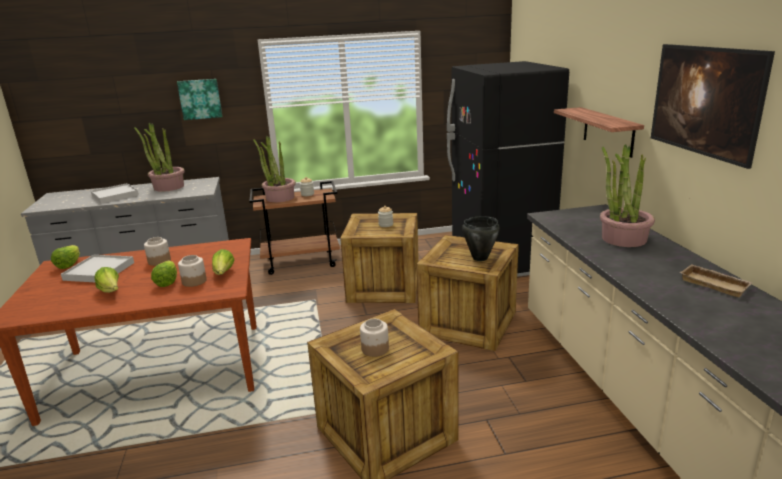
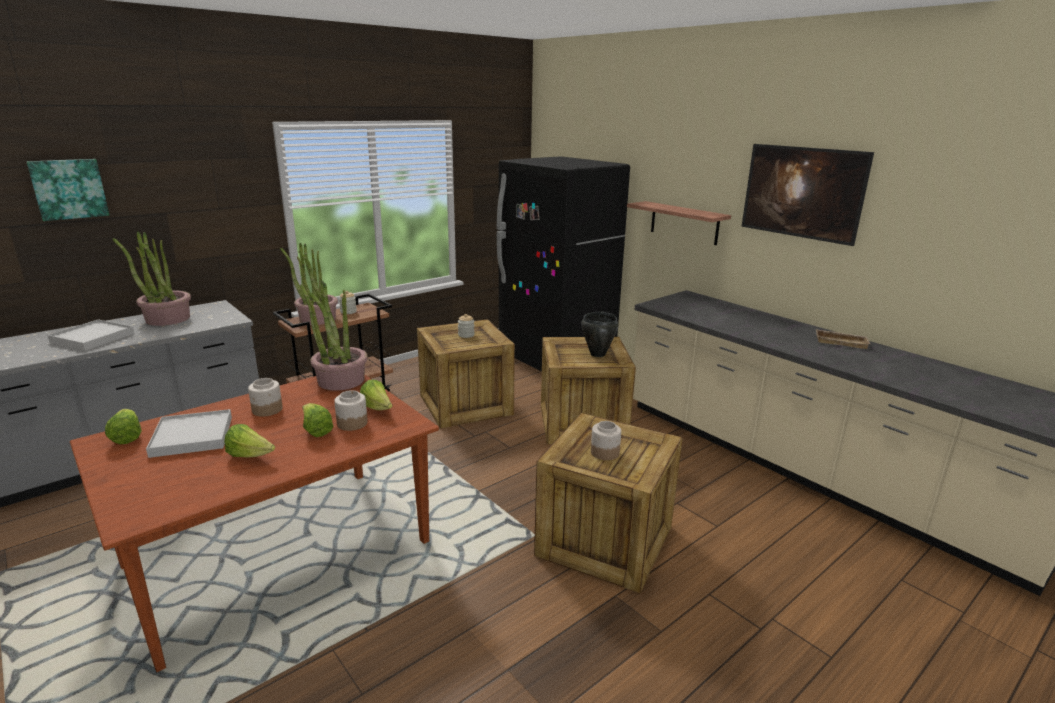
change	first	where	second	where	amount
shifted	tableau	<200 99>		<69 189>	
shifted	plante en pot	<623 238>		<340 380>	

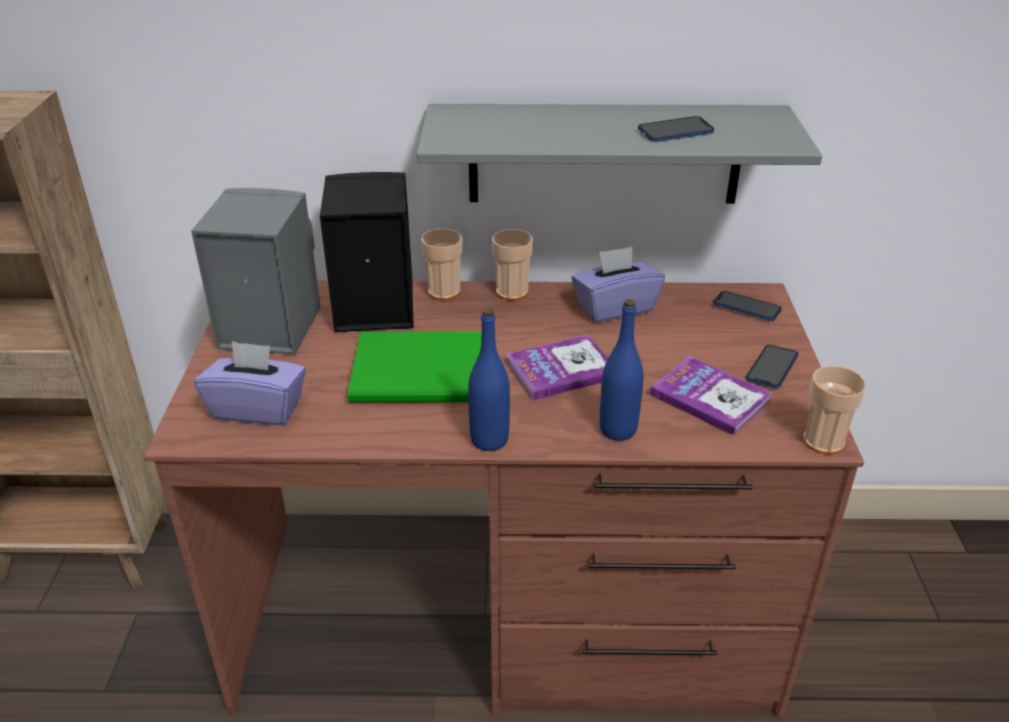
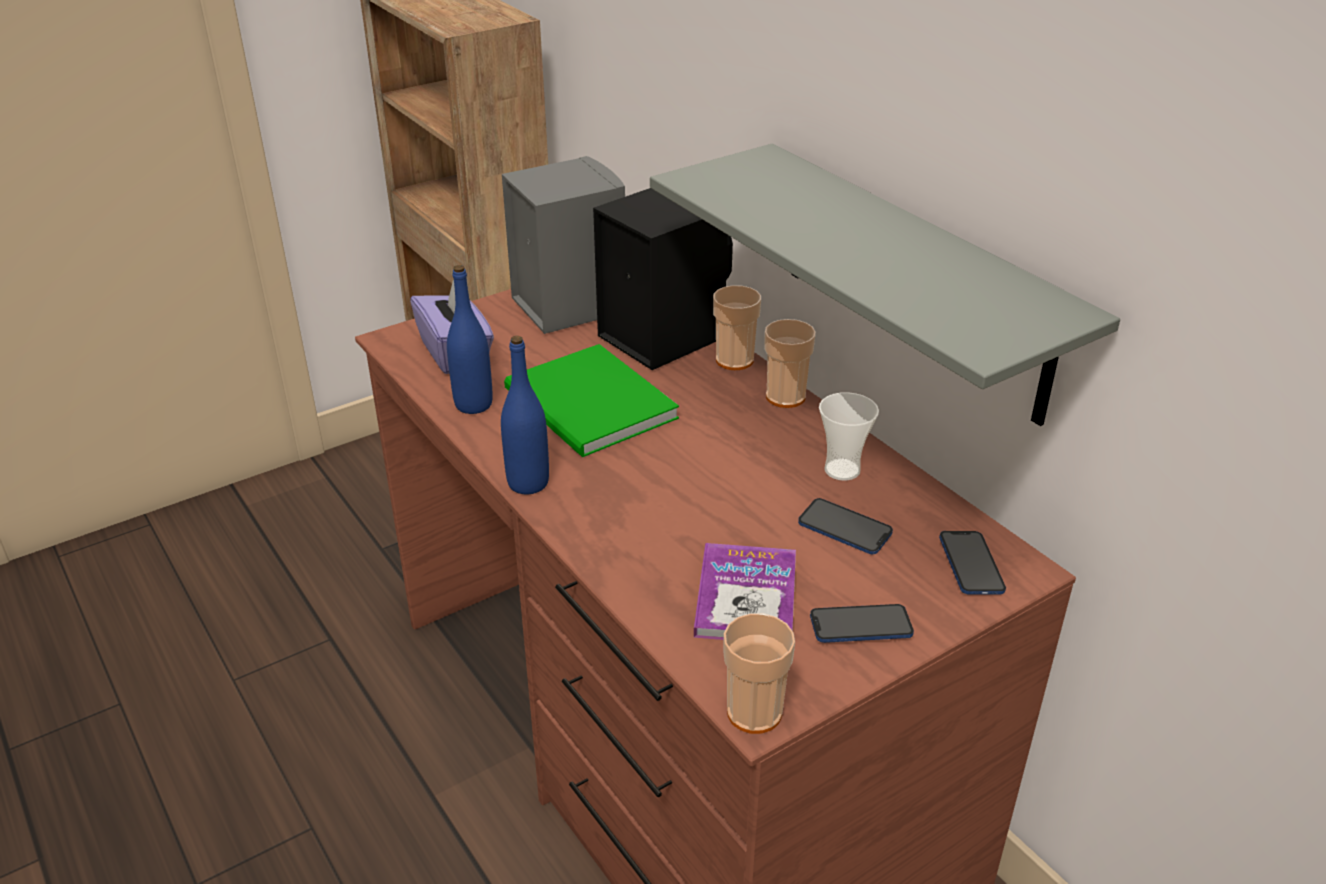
change	first	where	second	where	amount
gone	livre	<561 370>			
swapped	boîte à mouchoirs [violet]	<614 307>	tasse	<842 470>	
shifted	bouteille [bleu]	<618 430>		<473 404>	
shifted	téléphone	<675 131>		<844 528>	

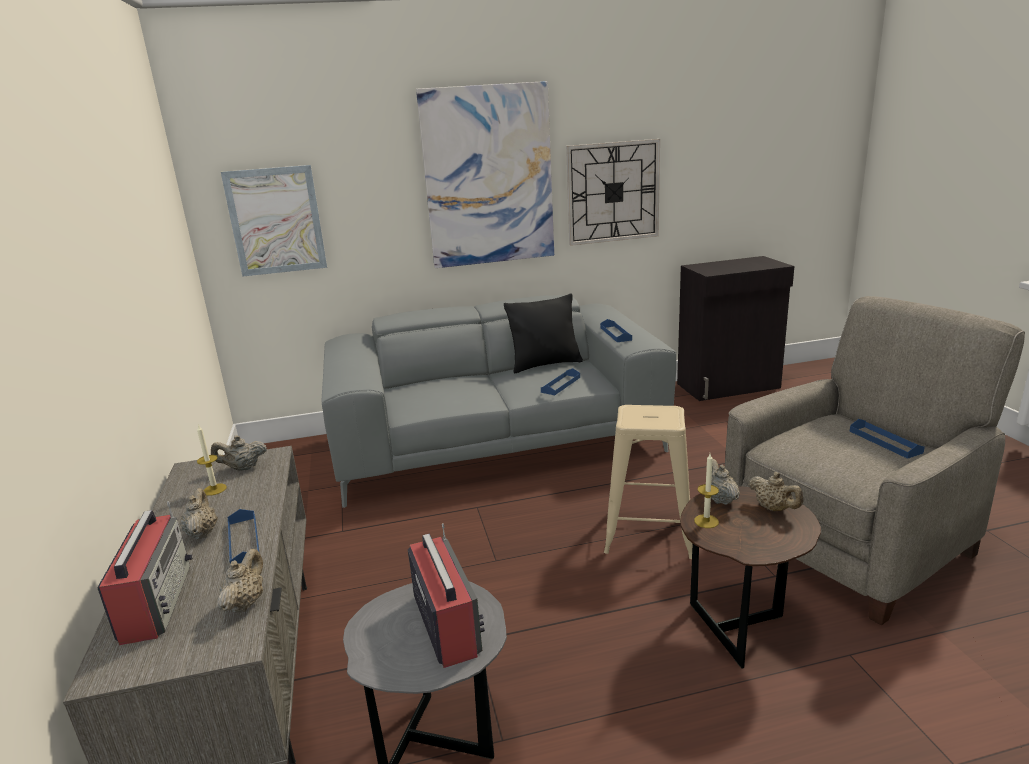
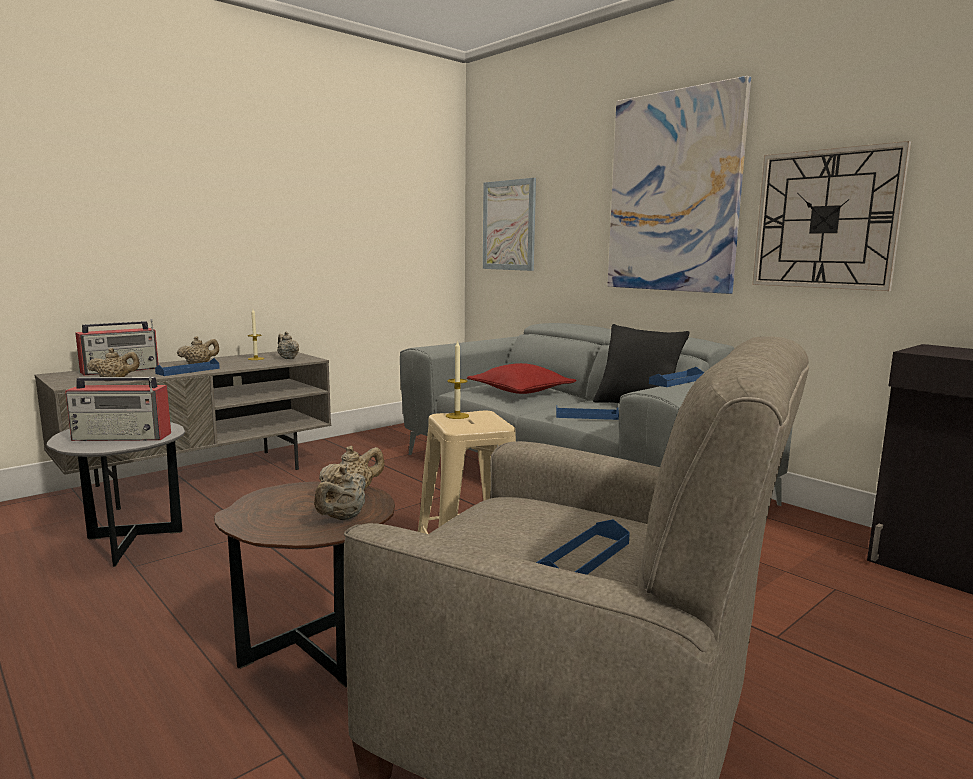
change	first	where	second	where	amount
rotated	radio	<446 623>		<123 437>	45 degrees clockwise
shifted	bougie	<706 521>		<457 416>	
new			coussin [rouge]	<521 391>	

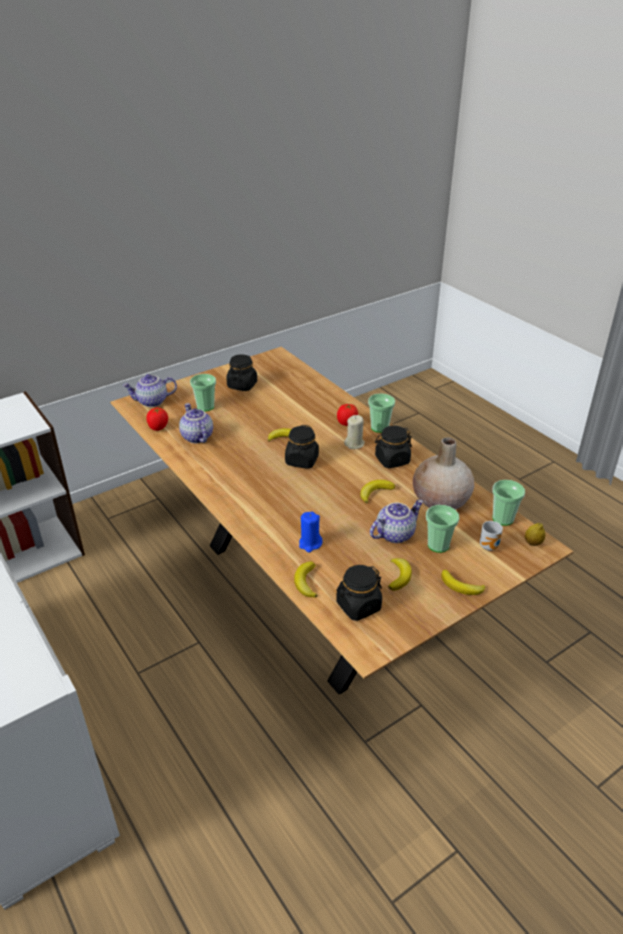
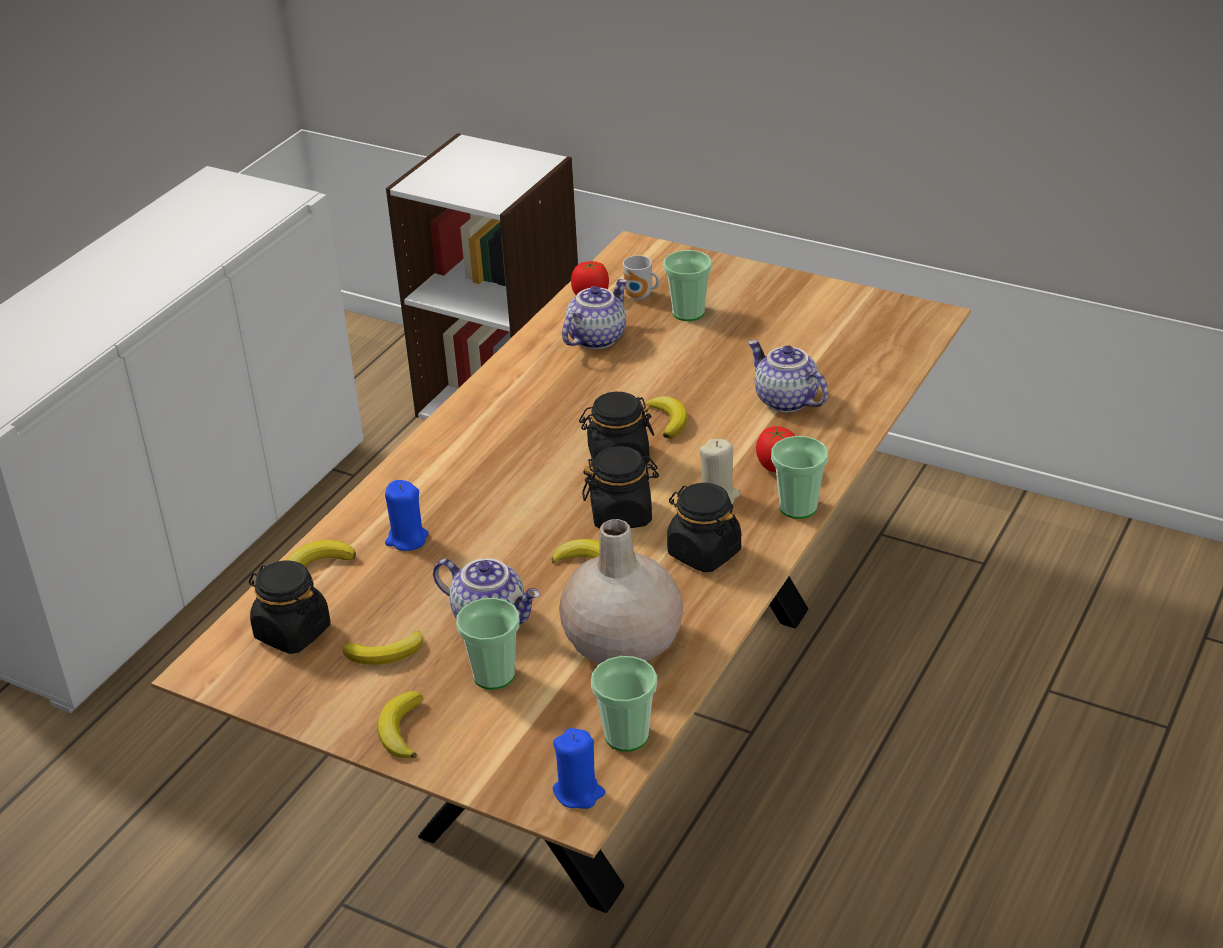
change	first	where	second	where	amount
shifted	théière	<152 402>		<784 401>	
shifted	bocal [noir]	<242 385>		<621 514>	
shifted	mug	<490 547>		<640 297>	
swapped	citron	<533 543>	bougie [bleu]	<578 792>	

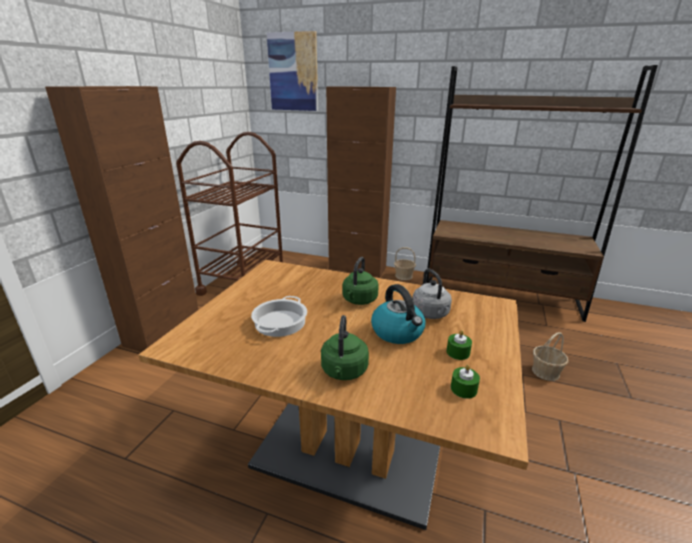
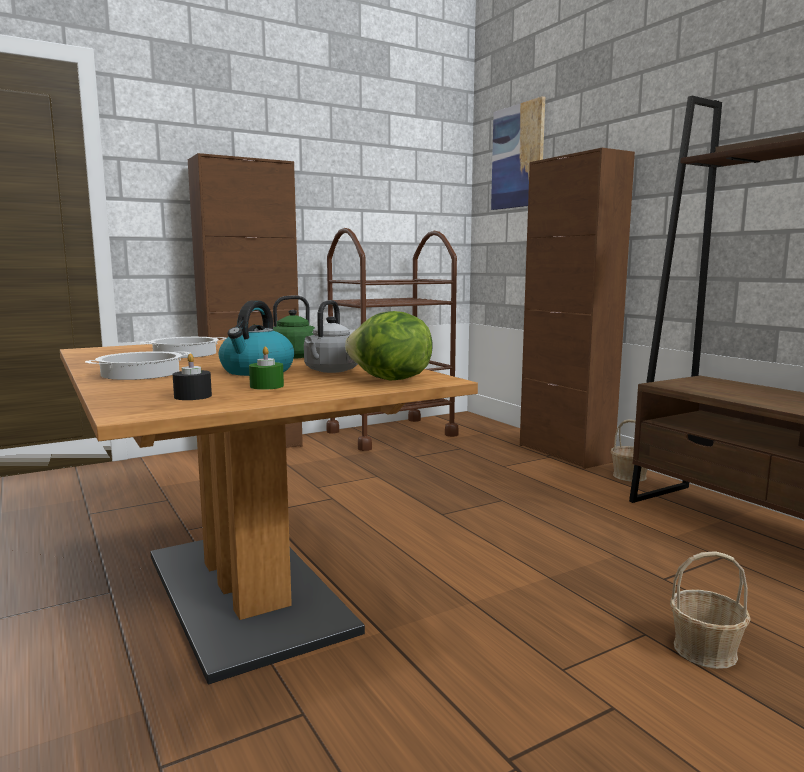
change	first	where	second	where	amount
swapped	bouilloire [vert]	<344 371>	marmite	<140 374>	
repainted	bougie [vert]	<463 389>	bougie [noir]	<193 396>	
new			laitue	<390 380>	

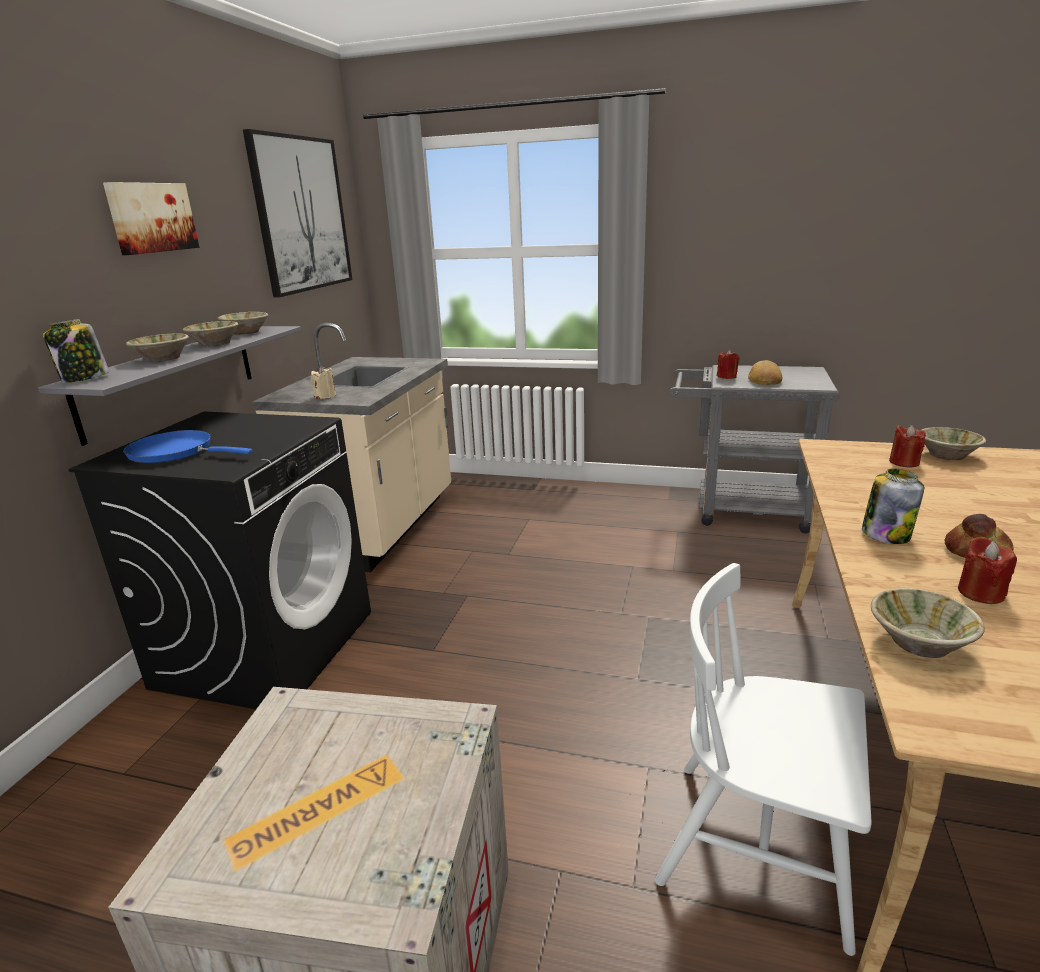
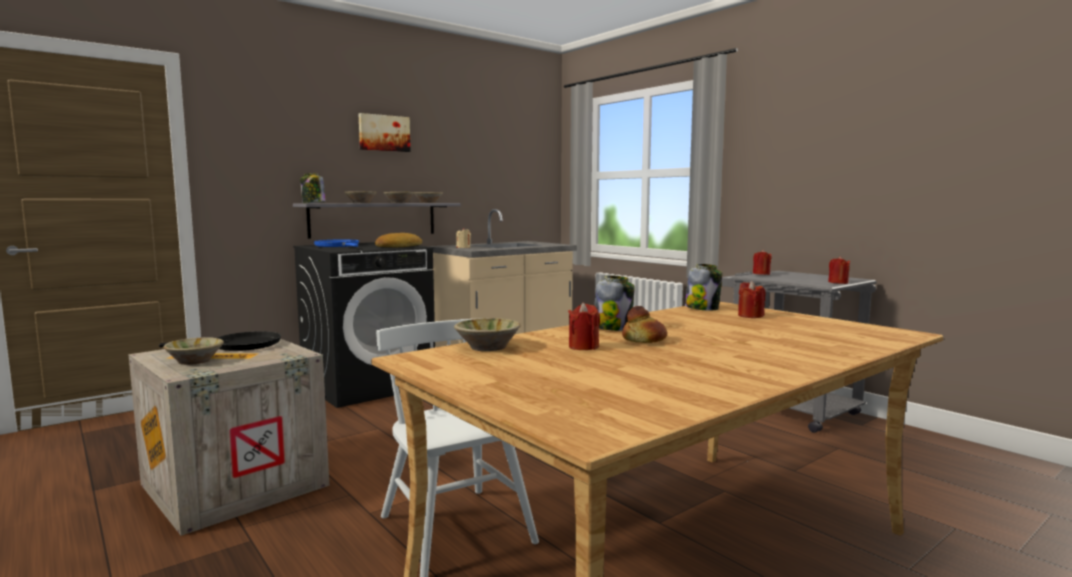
change	first	where	second	where	amount
gone	tableau	<301 214>			
shifted	pain	<764 379>		<398 246>	
shifted	bol [beige]	<947 454>		<195 361>	
new			poêle [noir]	<241 345>	
new			bocal	<702 308>	
new			bougie [rouge]	<838 282>	

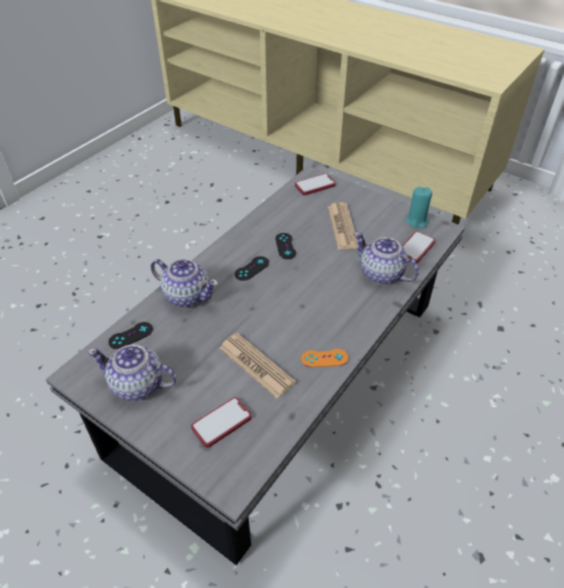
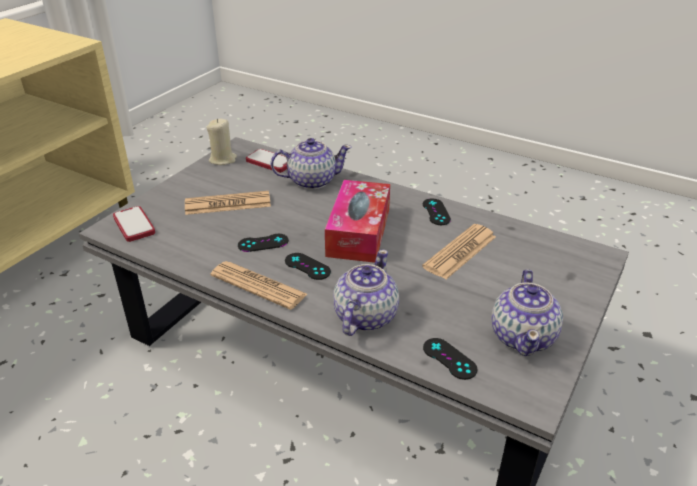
change	first	where	second	where	amount
gone	téléphone	<221 423>			
repainted	manette [orange]	<324 358>	manette [noir]	<436 212>	
rotated	théière	<381 274>		<311 181>	135 degrees counterclockwise
repainted	bougie [turquoise]	<417 221>	bougie [beige]	<223 159>	
new			journal	<258 285>	
new			boîte à mouchoirs	<358 232>	

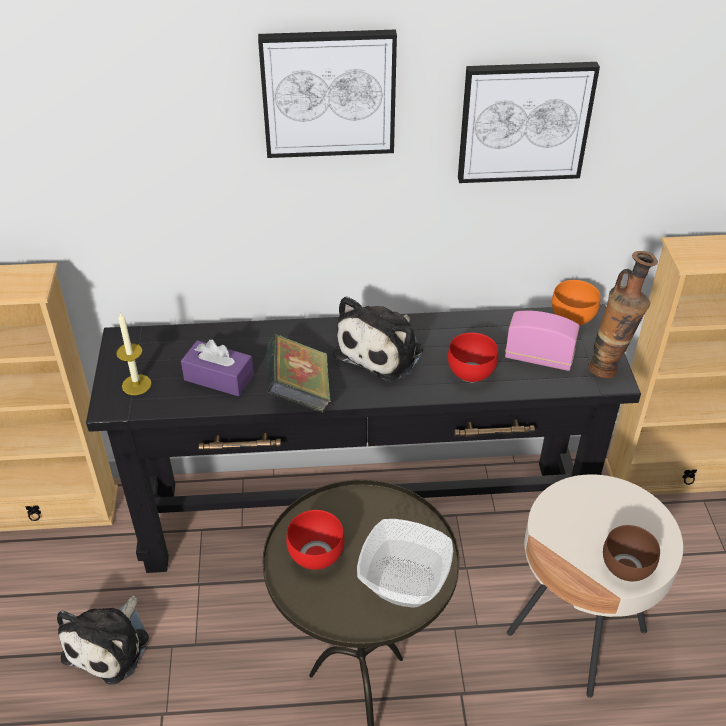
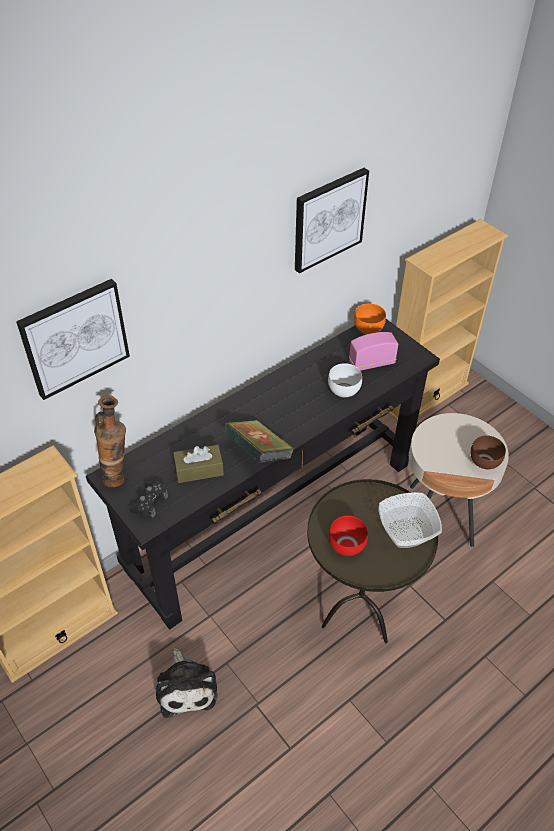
change	first	where	second	where	amount
swapped	bougie	<136 384>	manette [noir]	<149 502>	
repainted	boîte à mouchoirs [violet]	<219 378>	boîte à mouchoirs [marron]	<199 470>	
shifted	tableau	<328 93>		<74 337>	
gone	peluche	<382 350>			
repainted	bol [rouge]	<472 373>	bol [blanc]	<344 390>	
shifted	vase	<609 367>		<118 475>	

